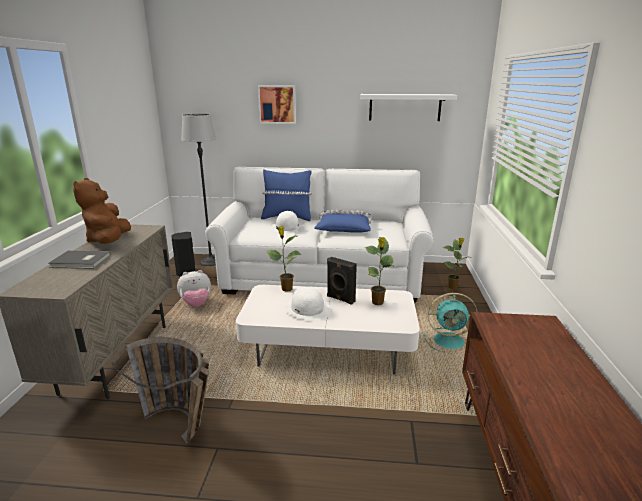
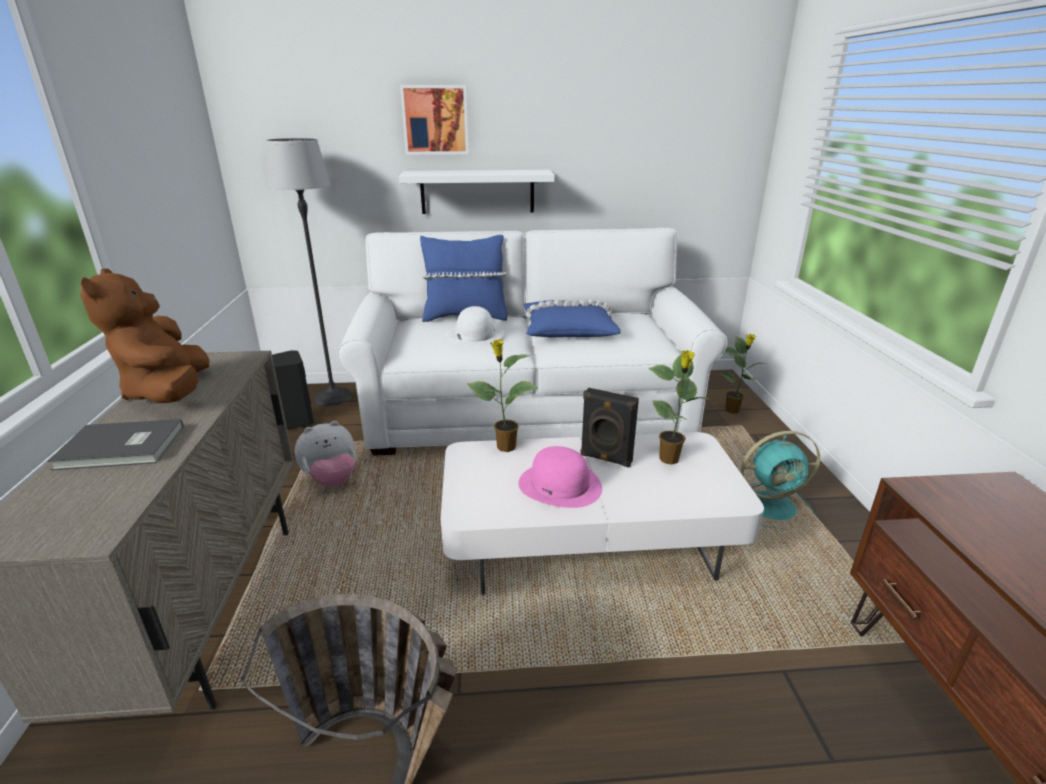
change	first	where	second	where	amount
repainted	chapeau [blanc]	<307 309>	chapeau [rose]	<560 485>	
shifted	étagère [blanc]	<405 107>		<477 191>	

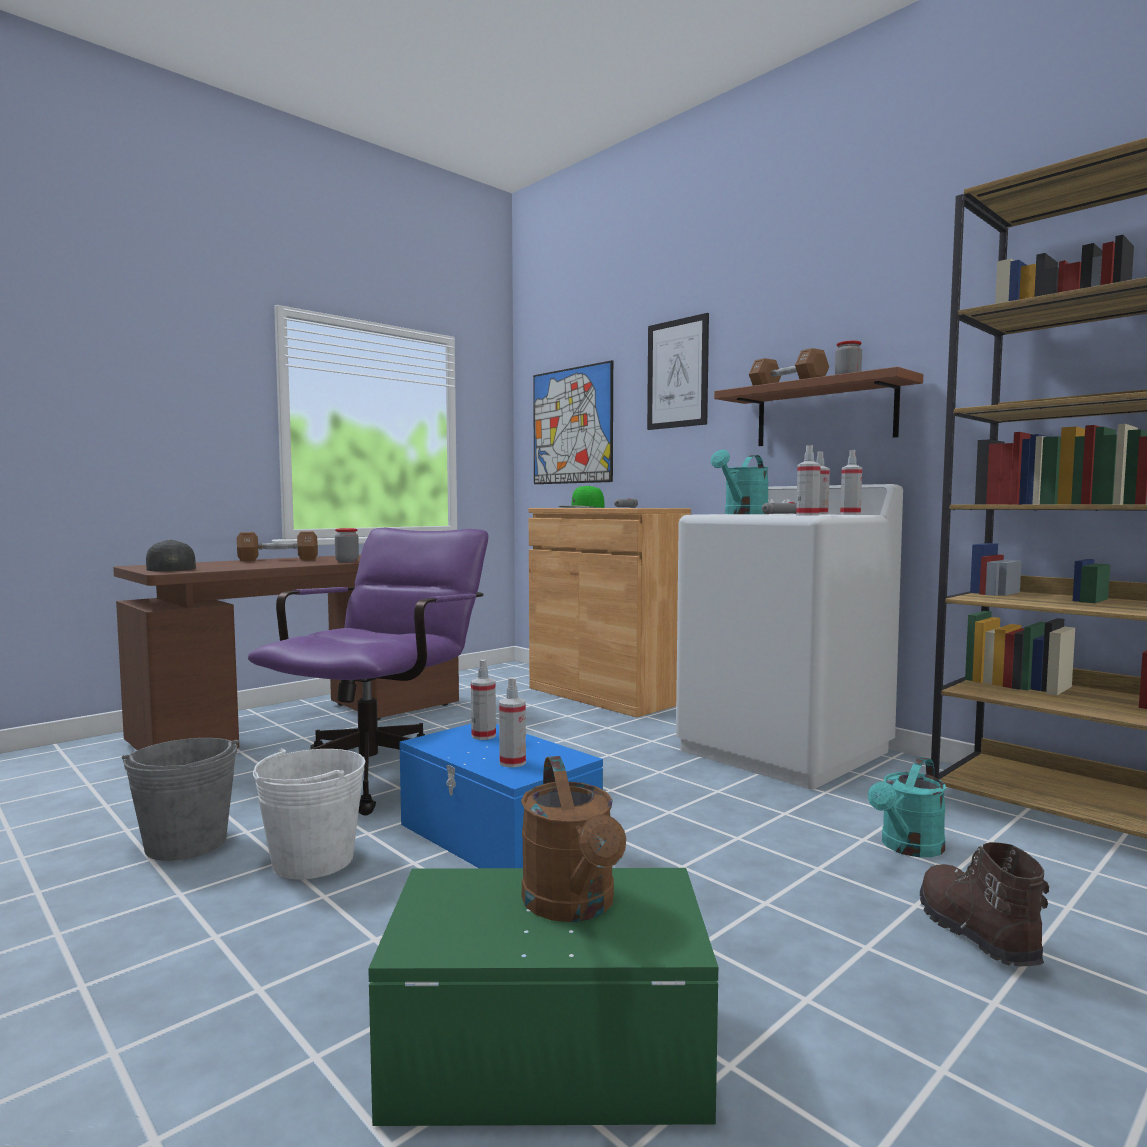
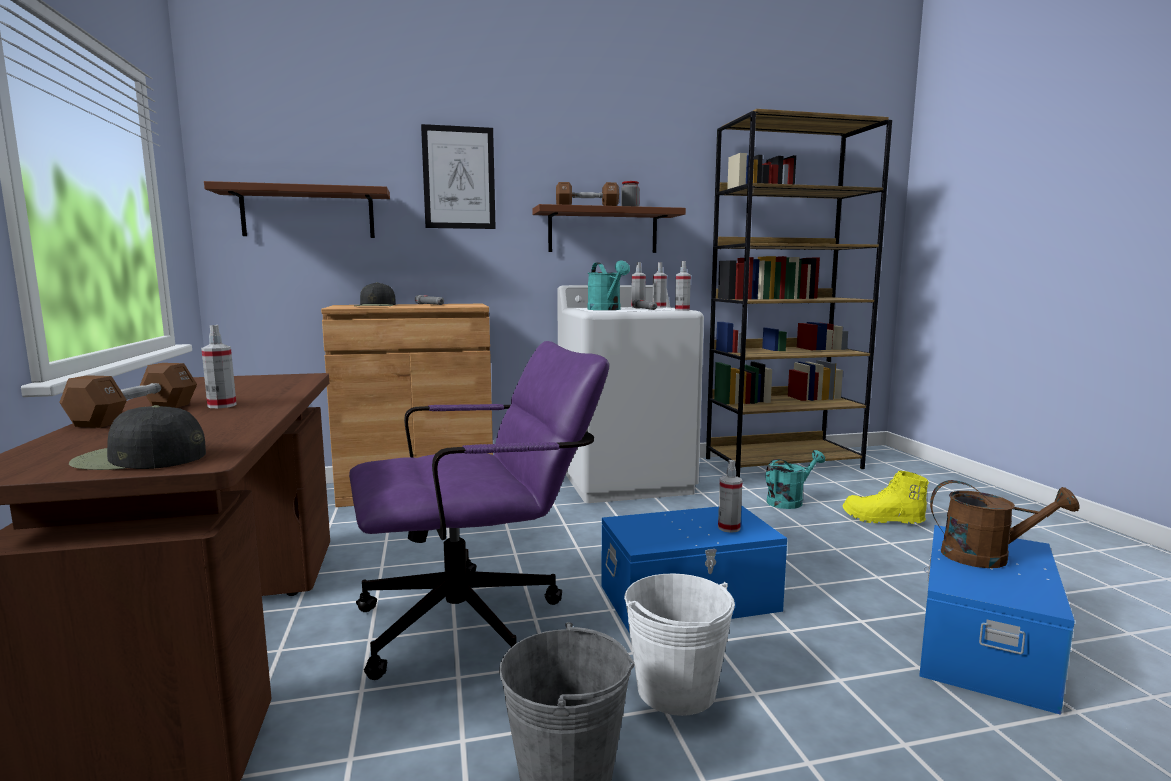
change	first	where	second	where	amount
rotated	chaise de bureau [violet]	<381 772>		<479 620>	105 degrees clockwise
gone	bocal	<347 561>			
repainted	boîte de rangement [vert]	<545 1048>	boîte de rangement [bleu]	<980 645>	
shifted	vaporisateur	<483 736>		<222 405>	
swapped	tableau	<572 426>	étagère [marron]	<308 213>	
repainted	casquette [vert]	<581 507>	casquette [noir]	<376 306>	
rotated	arrosoir [turquoise]	<908 848>		<789 501>	105 degrees counterclockwise
repainted	botte [marron]	<974 932>	botte [jaune]	<882 519>	

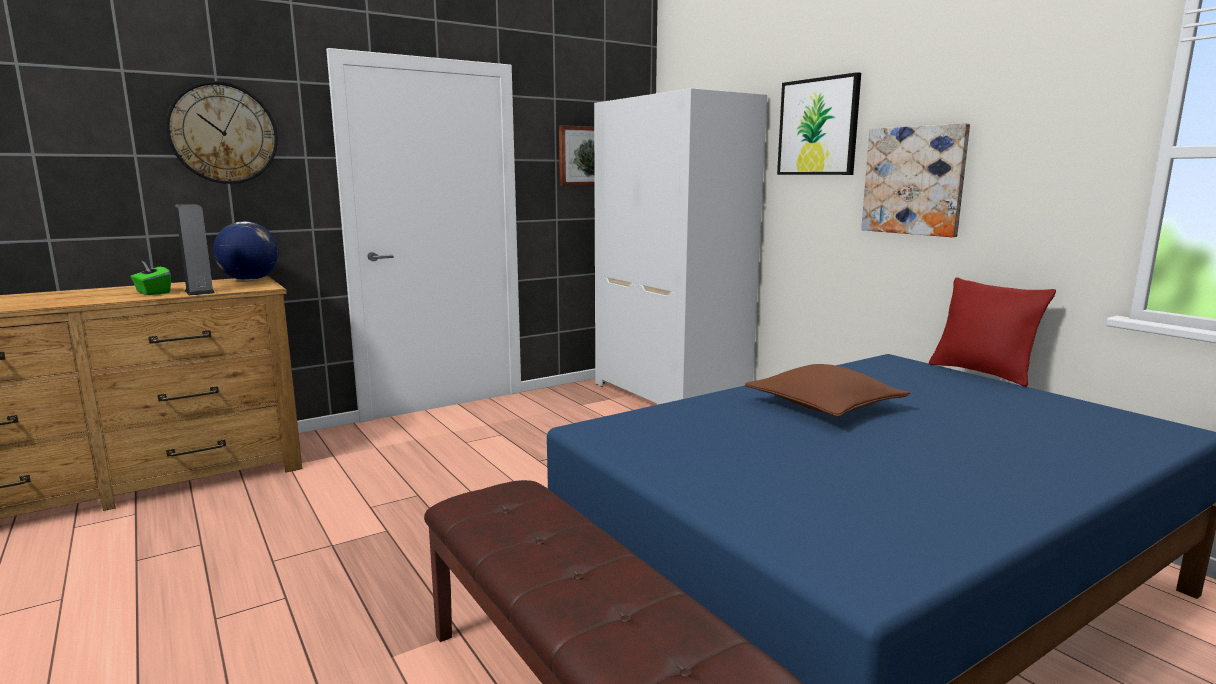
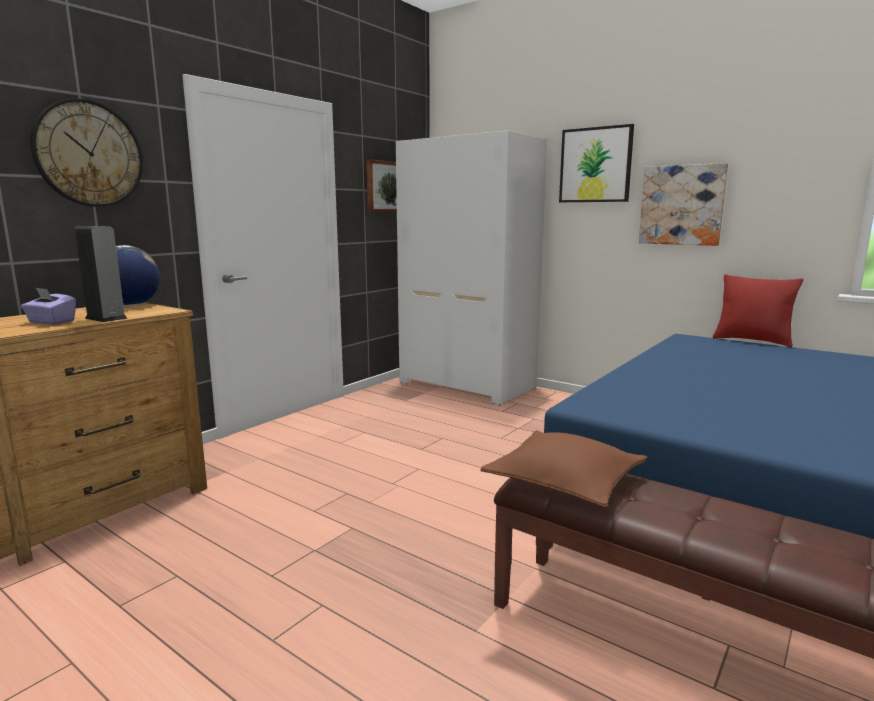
change	first	where	second	where	amount
repainted	boîte à mouchoirs [vert]	<152 292>	boîte à mouchoirs [violet]	<51 322>	
shifted	coussin [marron]	<824 406>		<564 481>	

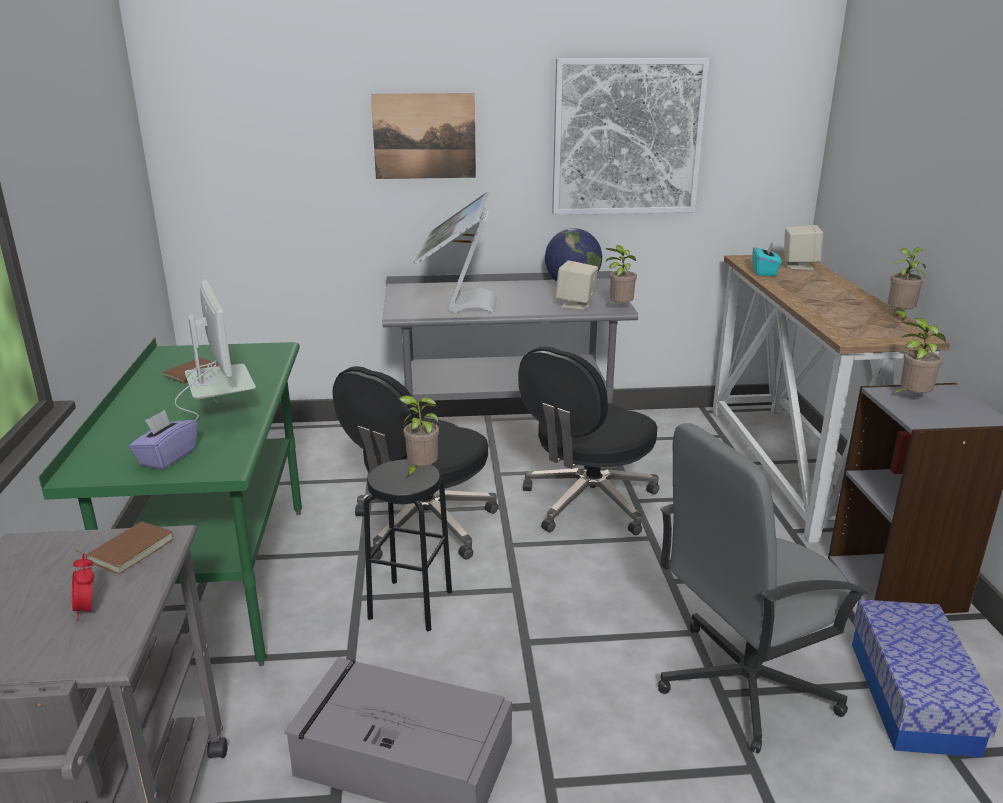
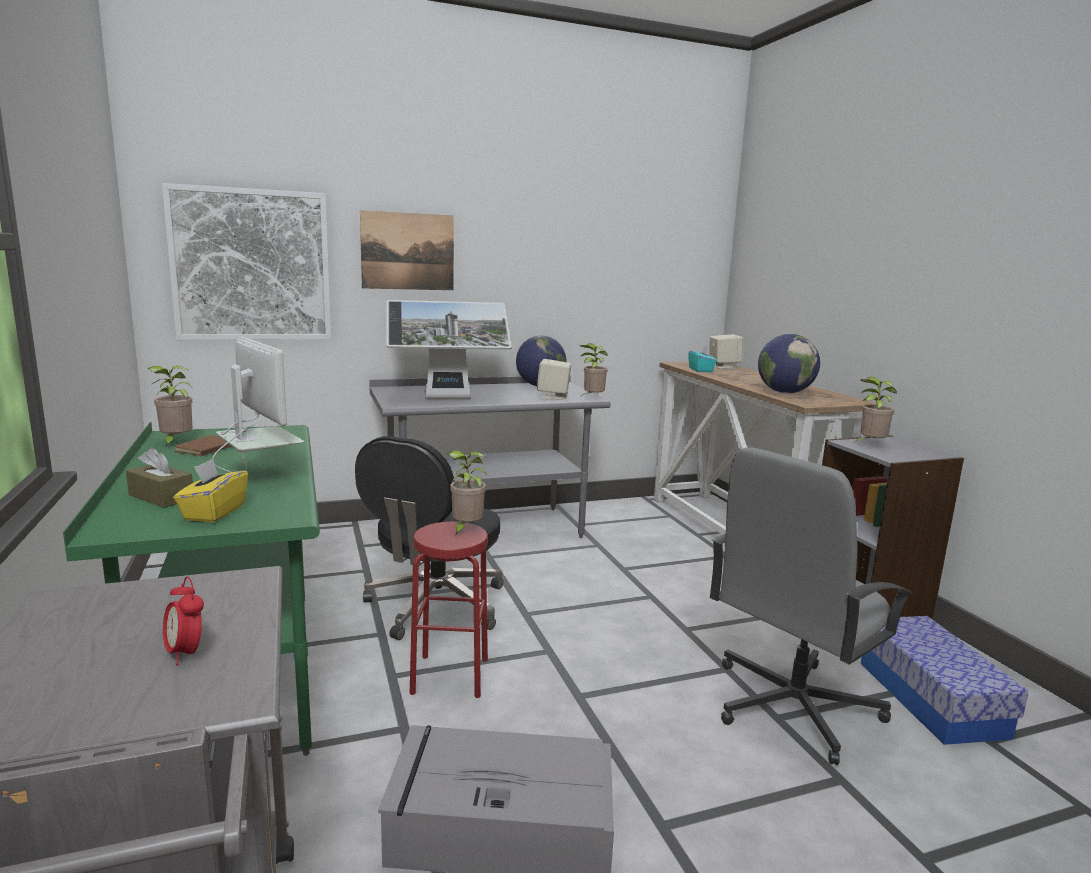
change	first	where	second	where	amount
gone	livre [marron]	<129 550>			
repainted	boîte à mouchoirs [violet]	<167 457>	boîte à mouchoirs [jaune]	<214 512>	
repainted	tabouret [noir]	<411 604>	tabouret [rouge]	<450 676>	
rotated	écran d'ordinateur	<458 305>		<448 398>	90 degrees counterclockwise
gone	chaise de bureau [noir]	<588 503>			
shifted	tableau	<627 137>		<251 265>	
shifted	plante en pot	<899 316>		<175 442>	
new			boîte à mouchoirs [marron]	<161 497>	
new			globe	<784 392>	

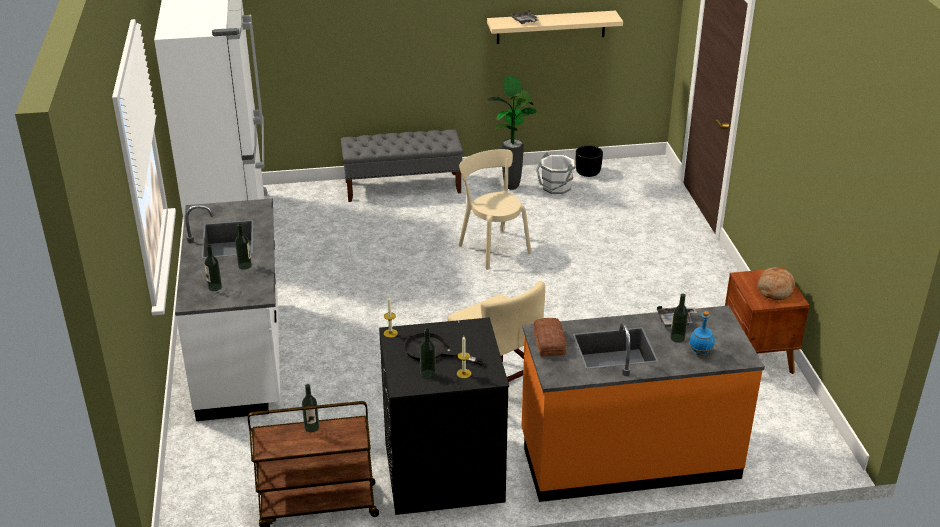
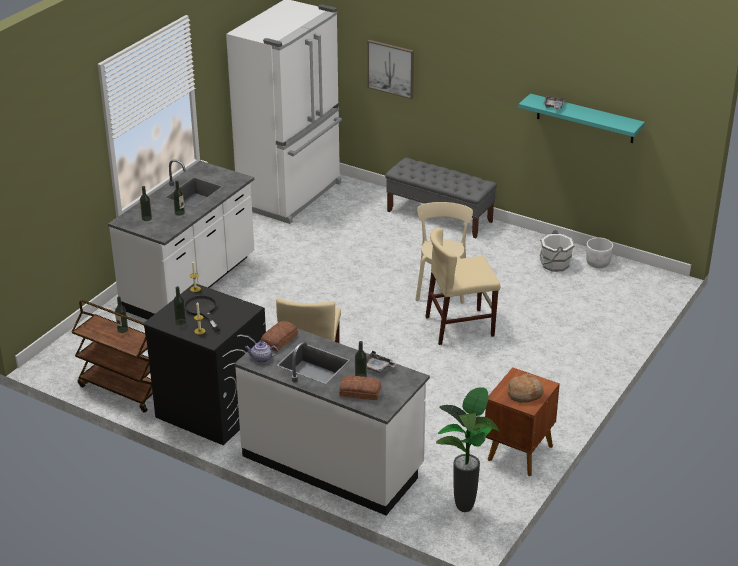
change	first	where	second	where	amount
repainted	étagère [beige]	<551 27>	étagère [turquoise]	<585 118>	
shifted	plante en pot	<512 187>		<465 508>	
repainted	comptoir de cuisine [orange]	<628 457>	comptoir de cuisine [blanc]	<333 462>	
repainted	cache-pot [noir]	<588 172>	cache-pot [blanc]	<598 263>	
swapped	bouteille [bleu]	<700 352>	pain	<360 393>	
new			théière	<261 358>	
new			tableau	<391 68>	
new			chaise [beige]	<459 326>	

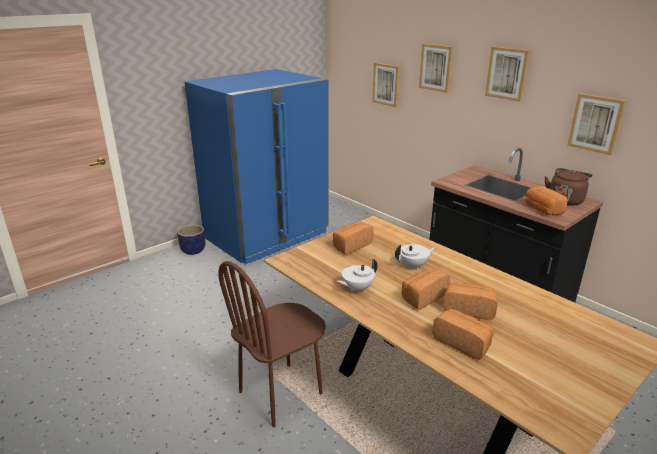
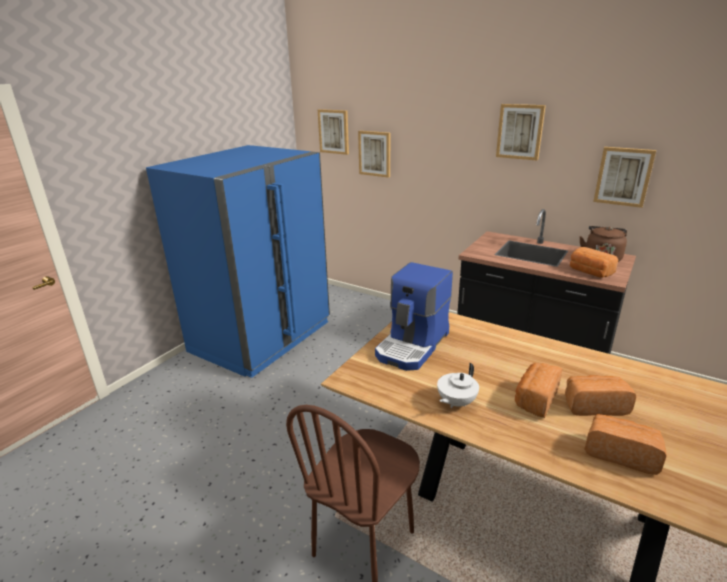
change	first	where	second	where	amount
gone	cache-pot	<193 251>			
swapped	pain	<351 246>	machine à café	<413 345>	
gone	théière [blanc]	<414 265>			
shifted	tableau	<436 67>		<334 131>	

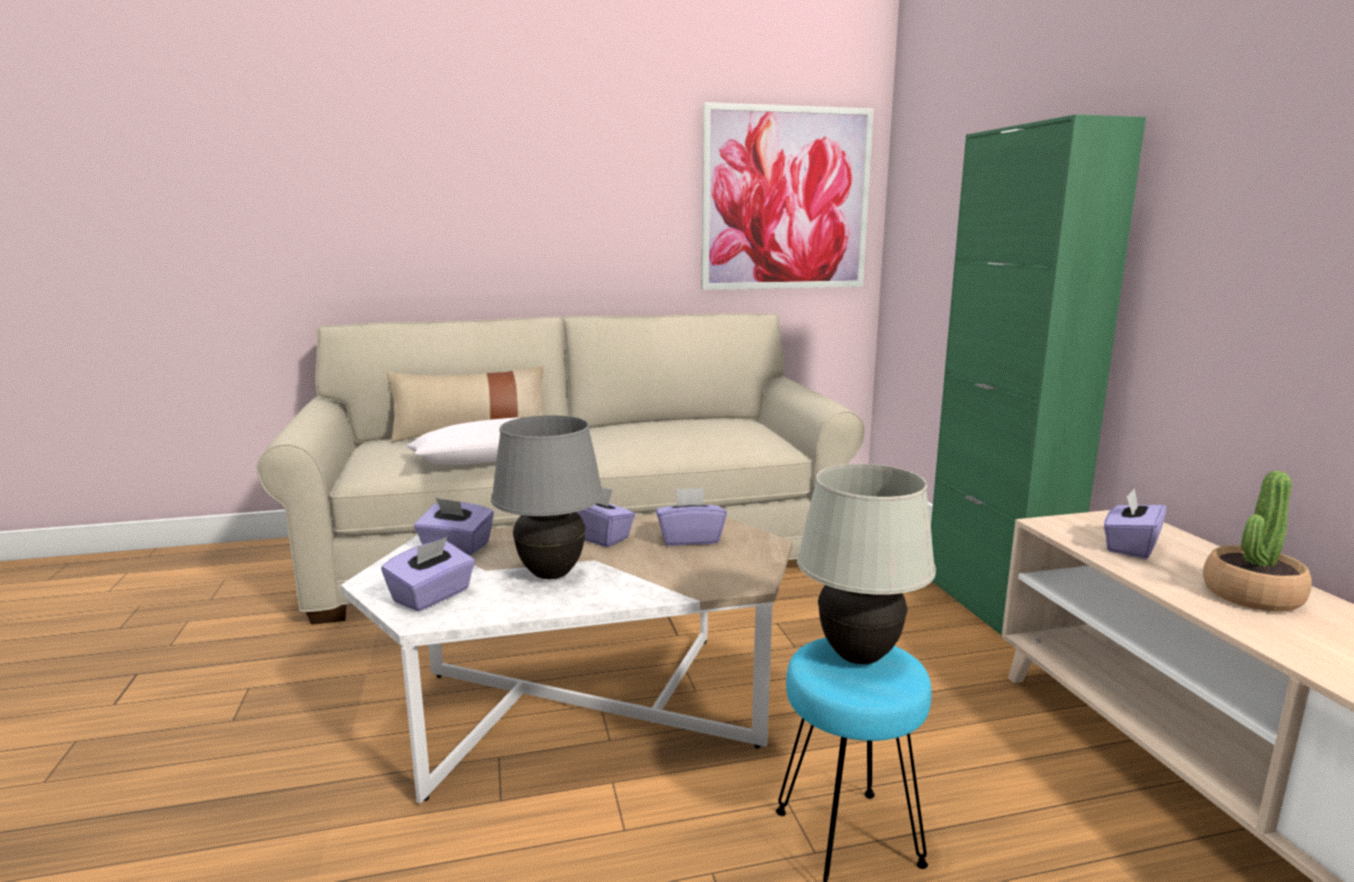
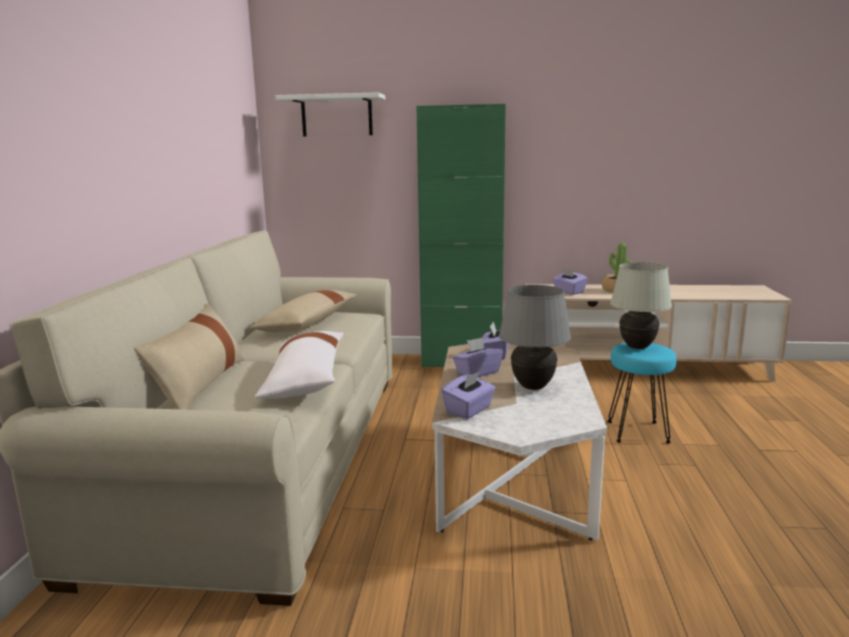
change	first	where	second	where	amount
gone	boîte à mouchoirs [violet]	<432 596>			
gone	tableau	<786 199>			
new			coussin [beige]	<307 324>	
new			étagère [blanc]	<336 116>	

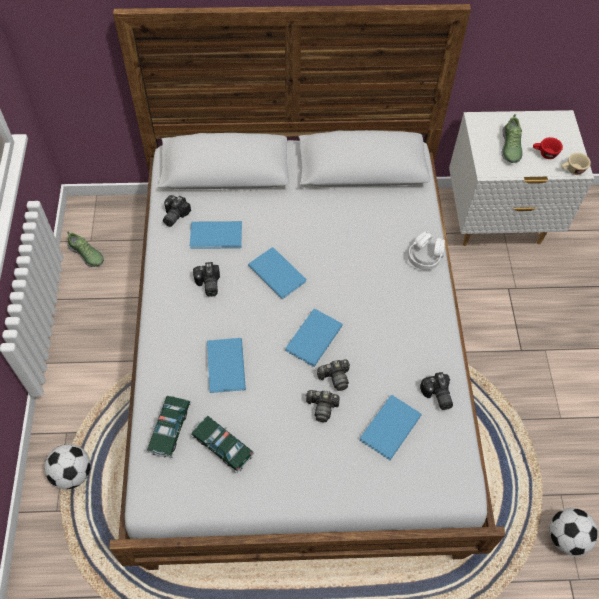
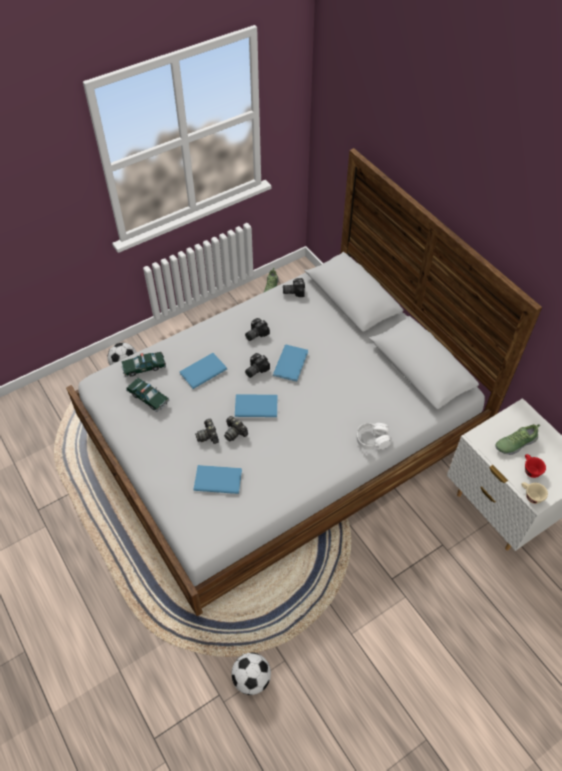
change	first	where	second	where	amount
gone	livre [bleu]	<217 236>			
rotated	petite voiture	<222 446>		<148 397>	120 degrees clockwise
shifted	appareil photo	<436 396>		<255 369>	

